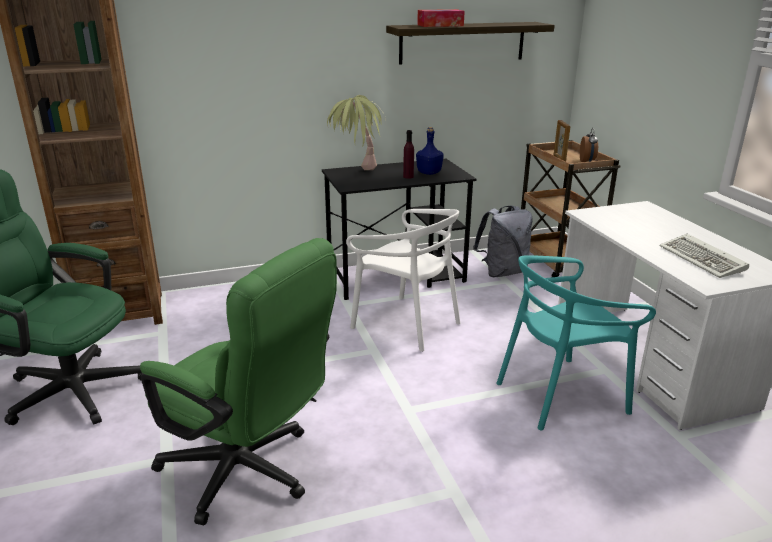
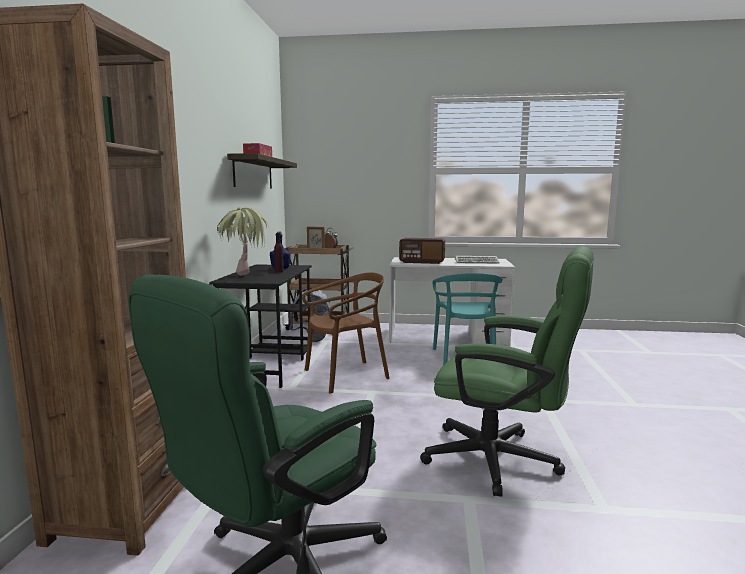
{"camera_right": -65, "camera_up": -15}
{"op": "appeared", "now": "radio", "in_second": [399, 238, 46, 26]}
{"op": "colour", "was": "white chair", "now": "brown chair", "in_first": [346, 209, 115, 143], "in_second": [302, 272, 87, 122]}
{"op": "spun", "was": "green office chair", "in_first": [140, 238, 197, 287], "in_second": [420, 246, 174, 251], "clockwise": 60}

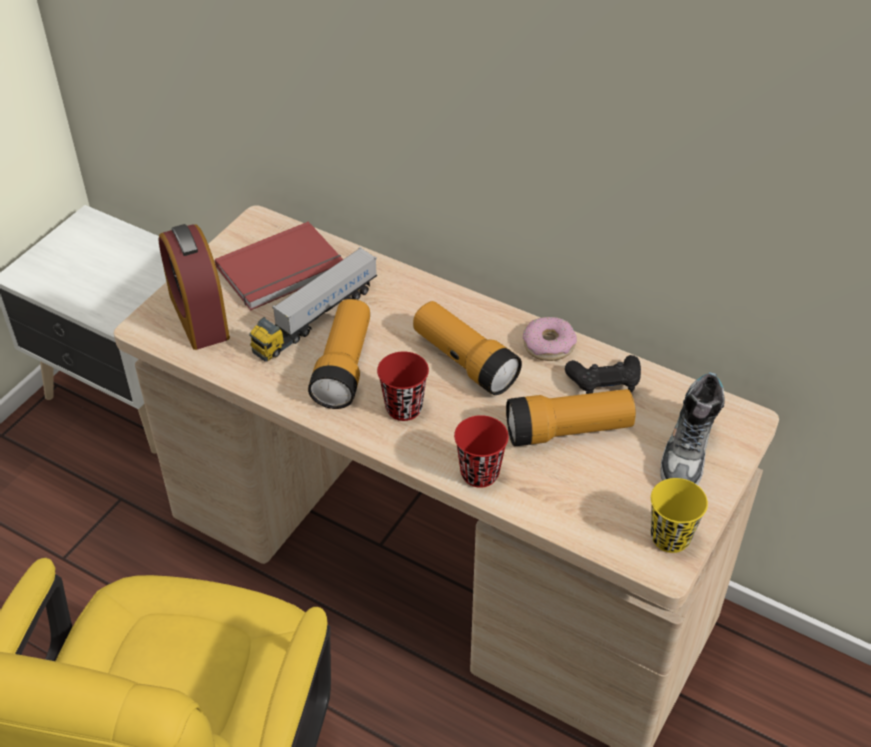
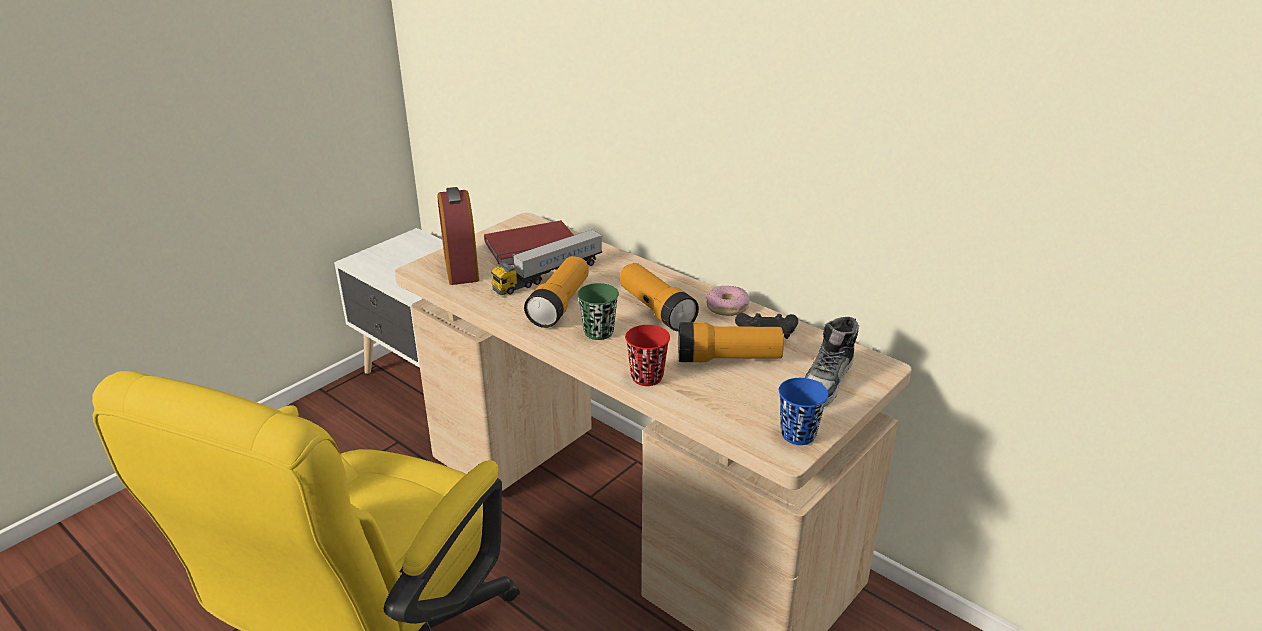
{"camera_right": 10, "camera_up": -15}
{"op": "colour", "was": "red cup", "now": "green cup", "in_first": [377, 352, 52, 69], "in_second": [577, 283, 42, 57]}
{"op": "colour", "was": "yellow cup", "now": "blue cup", "in_first": [651, 478, 57, 75], "in_second": [779, 378, 49, 67]}

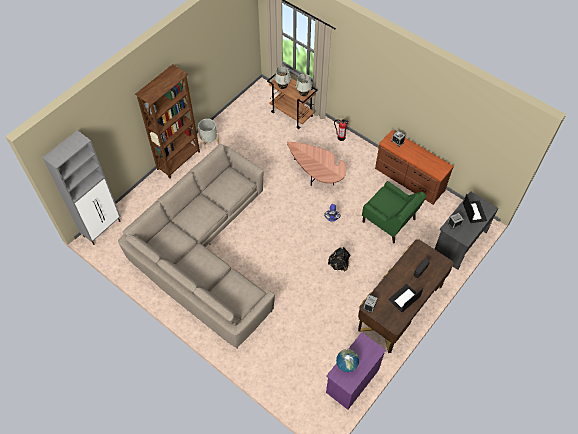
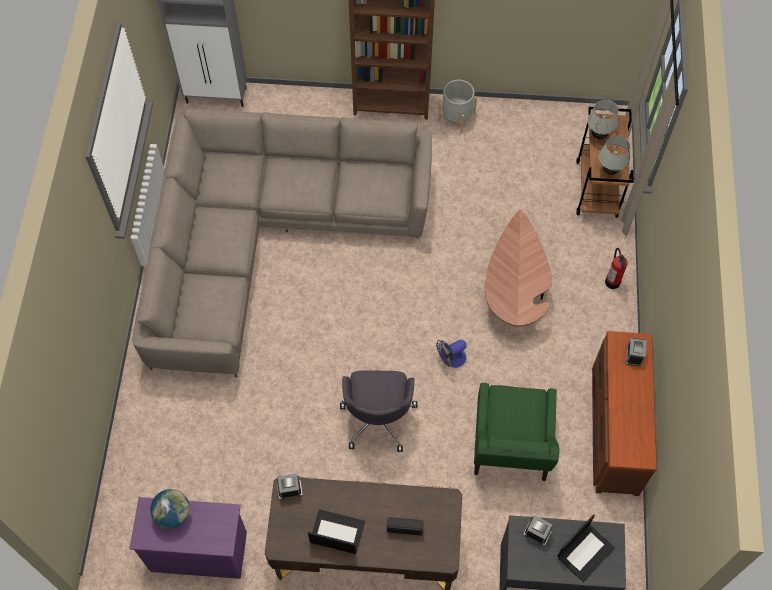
{"camera_right": 55, "camera_up": 5}
{"op": "exchanged", "was": "black backpack", "now": "grey office chair", "in_first": [328, 247, 22, 25], "in_second": [340, 370, 77, 82]}

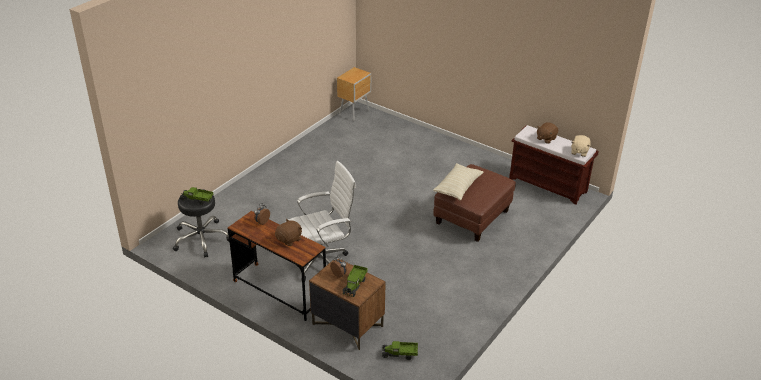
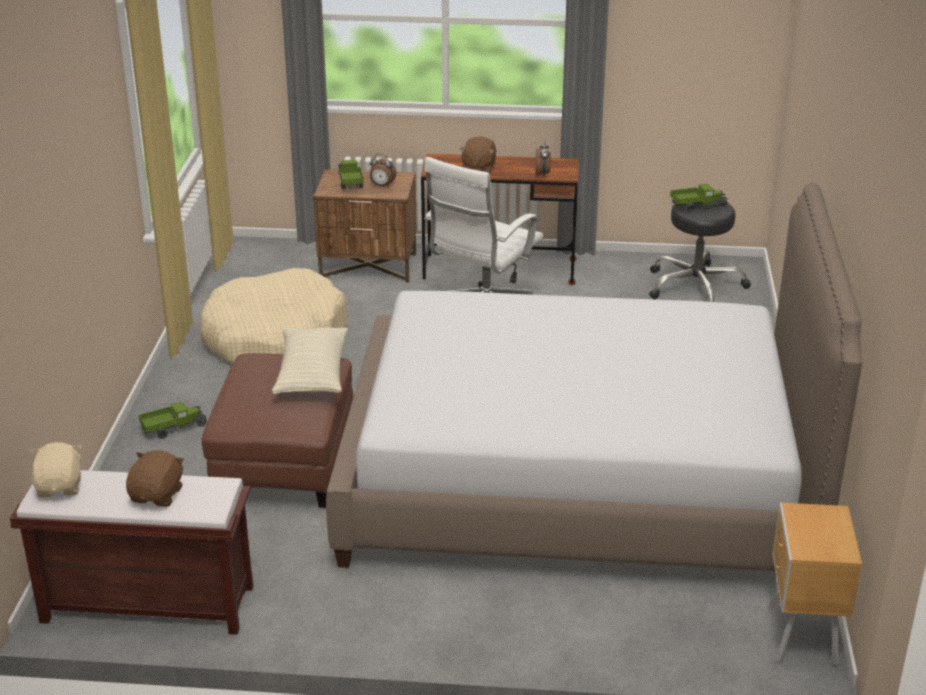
{"camera_right": 150, "camera_up": -5}
{"op": "appeared", "now": "beige dog bed", "in_second": [200, 268, 148, 95]}
{"op": "appeared", "now": "bed", "in_second": [326, 183, 536, 388]}
{"op": "relocated", "was": "toy truck", "in_first": [382, 341, 36, 19], "in_second": [138, 402, 69, 37]}

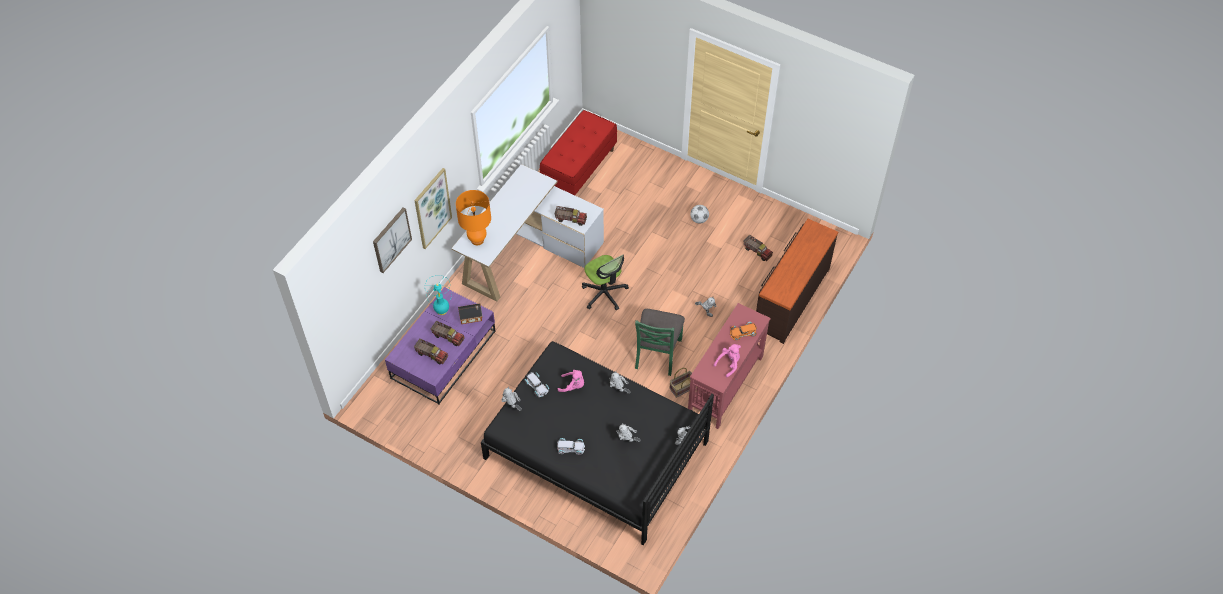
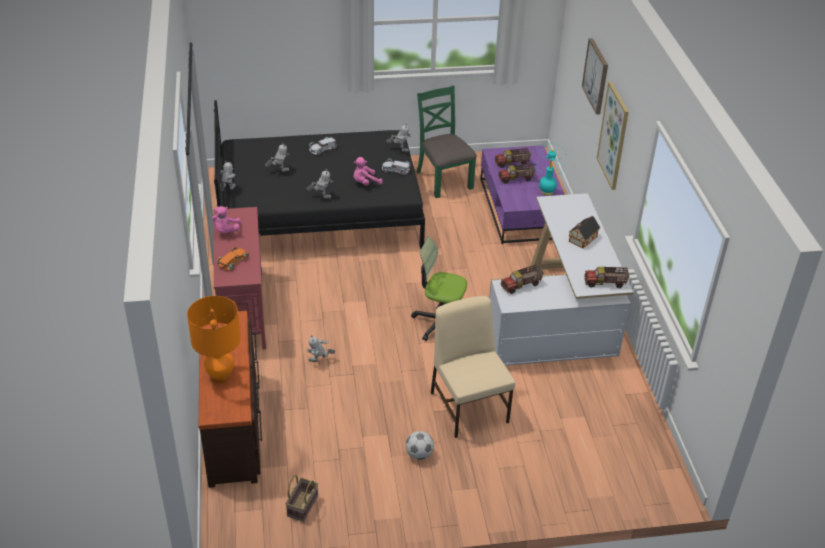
{"camera_right": 140, "camera_up": -15}
{"op": "missing", "was": "red bench", "in_first": [540, 110, 77, 85]}
{"op": "appeared", "now": "beige chair", "in_second": [431, 296, 84, 142]}
{"op": "relocated", "was": "orange table lamp", "in_first": [456, 190, 35, 55], "in_second": [187, 296, 54, 87]}
{"op": "relocated", "was": "toy house", "in_first": [458, 303, 25, 21], "in_second": [569, 216, 31, 33]}
{"op": "relocated", "was": "green chair", "in_first": [635, 309, 50, 67], "in_second": [417, 86, 60, 112]}
{"op": "relocated", "was": "basket", "in_first": [670, 368, 22, 30], "in_second": [285, 475, 33, 47]}
{"op": "relocated", "was": "toy truck", "in_first": [743, 235, 30, 26], "in_second": [584, 267, 45, 21]}

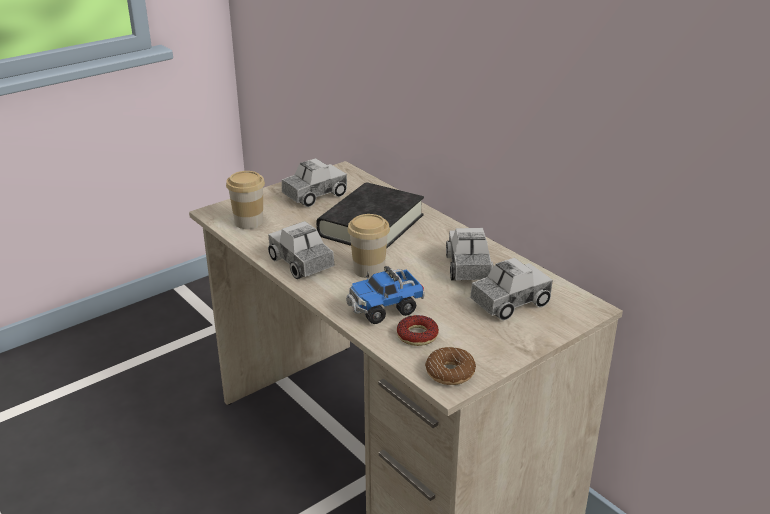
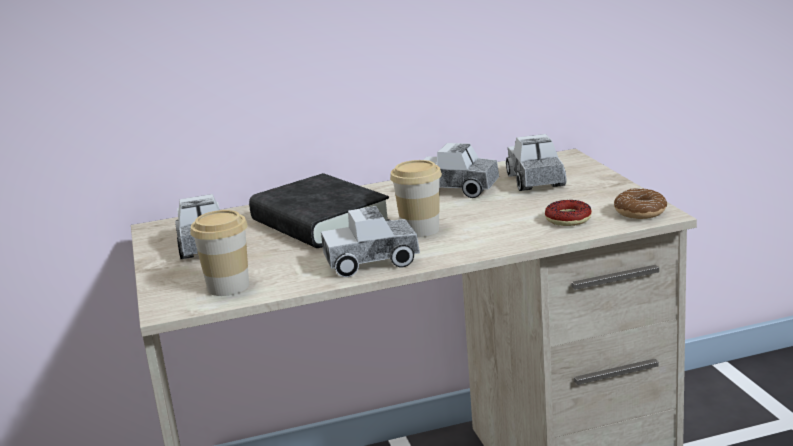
{"camera_right": -65, "camera_up": -10}
{"op": "missing", "was": "toy truck", "in_first": [346, 266, 79, 58]}

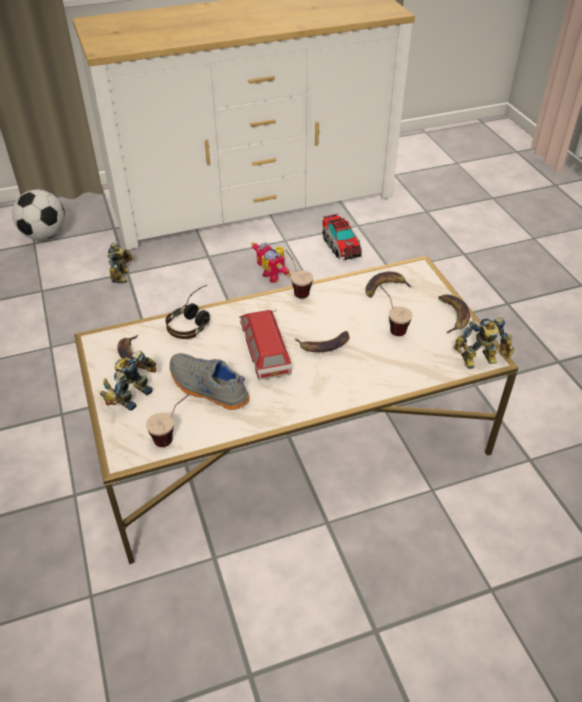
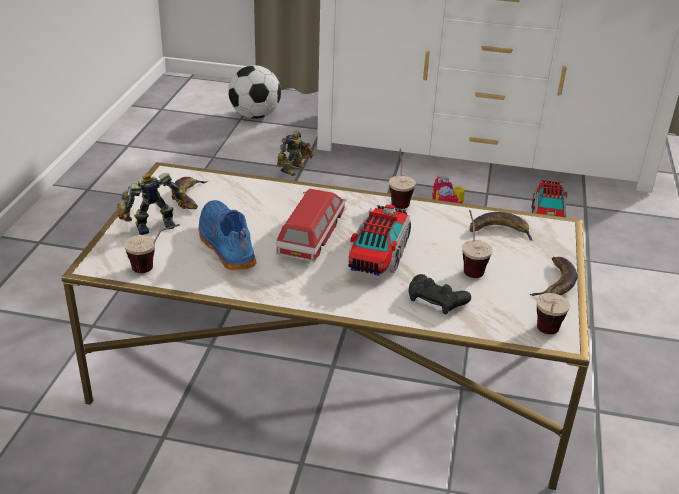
{"camera_right": 30, "camera_up": -10}
{"op": "missing", "was": "headphones", "in_first": [165, 285, 45, 54]}
{"op": "appeared", "now": "black game controller", "in_second": [409, 274, 62, 41]}
{"op": "exchanged", "was": "banana", "now": "toy truck", "in_first": [295, 331, 55, 21], "in_second": [349, 204, 62, 72]}
{"op": "exchanged", "was": "toy robot", "now": "cup", "in_first": [454, 317, 60, 52], "in_second": [537, 293, 33, 41]}
{"op": "colour", "was": "grey shoe", "now": "blue shoe", "in_first": [170, 353, 80, 57], "in_second": [199, 200, 58, 70]}

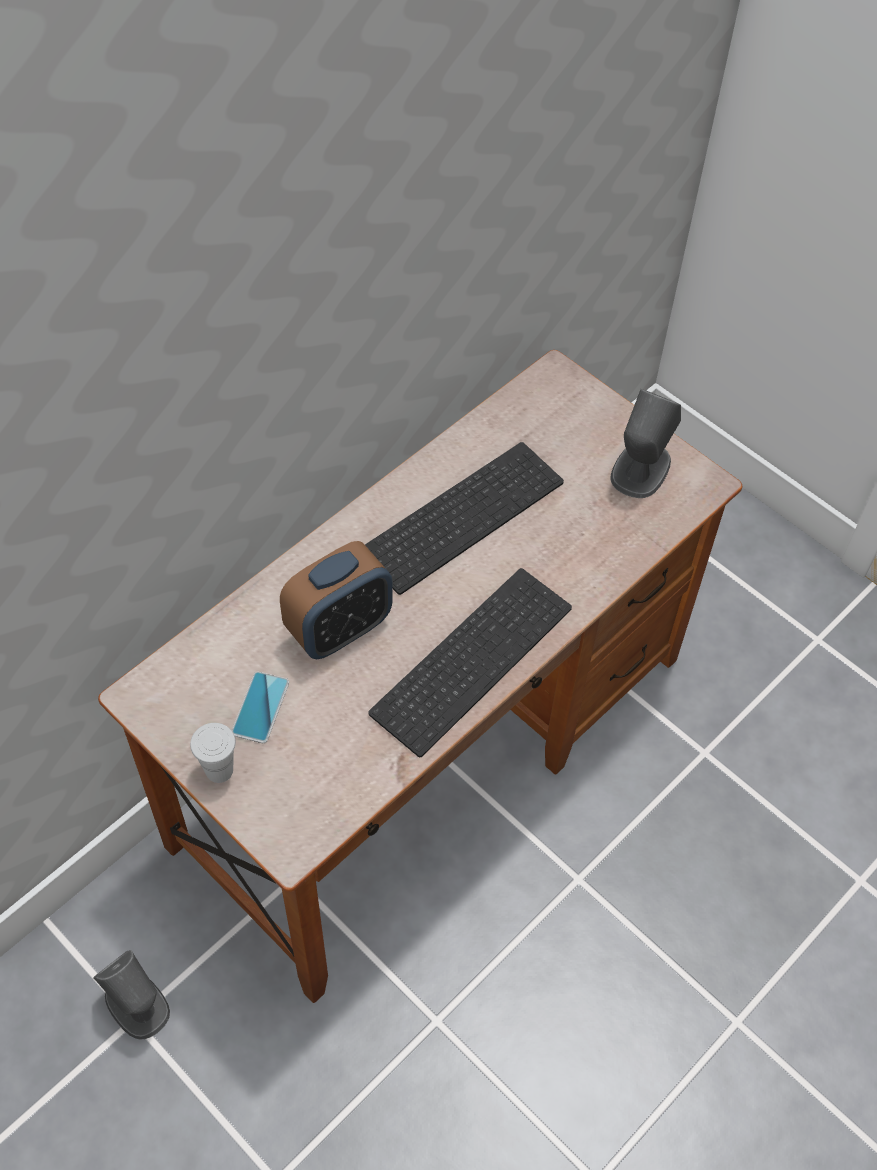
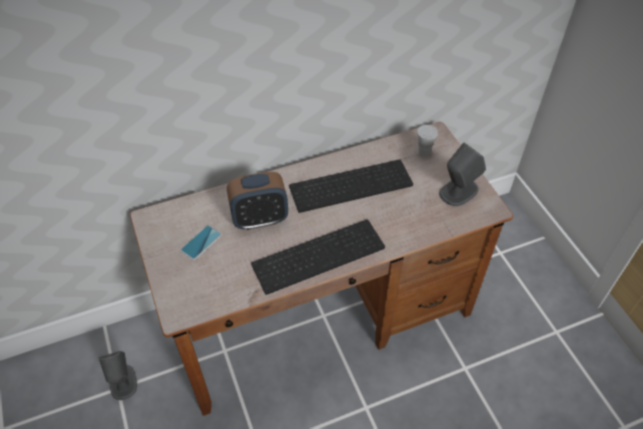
{"camera_right": 25, "camera_up": -5}
{"op": "relocated", "was": "white cup", "in_first": [190, 723, 46, 60], "in_second": [417, 125, 21, 32]}

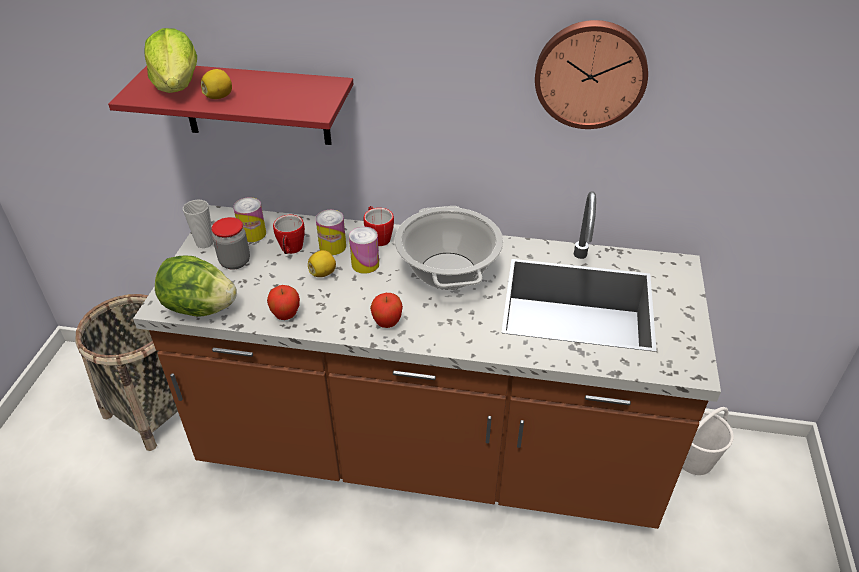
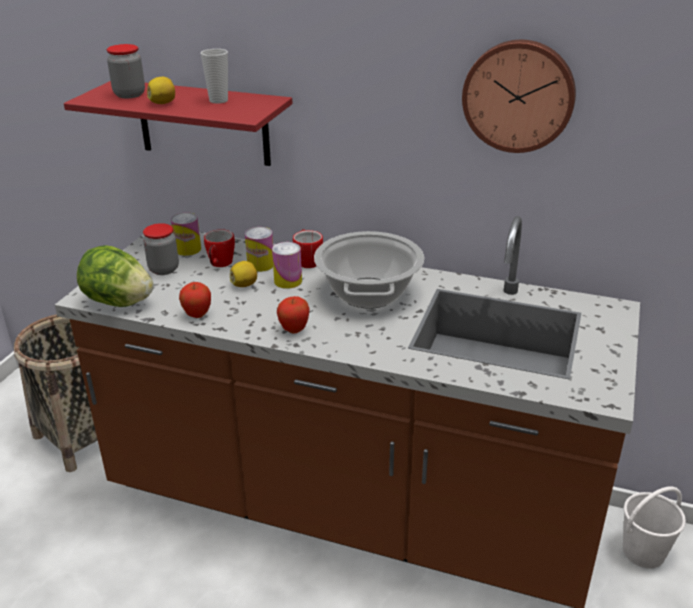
{"camera_right": 10, "camera_up": -10}
{"op": "relocated", "was": "cup", "in_first": [183, 199, 31, 49], "in_second": [201, 49, 27, 55]}
{"op": "exchanged", "was": "lettuce", "now": "jar", "in_first": [144, 28, 53, 65], "in_second": [107, 44, 38, 54]}

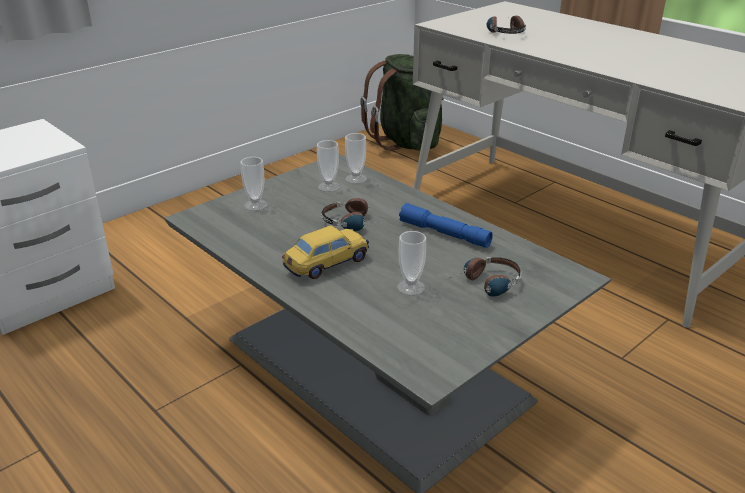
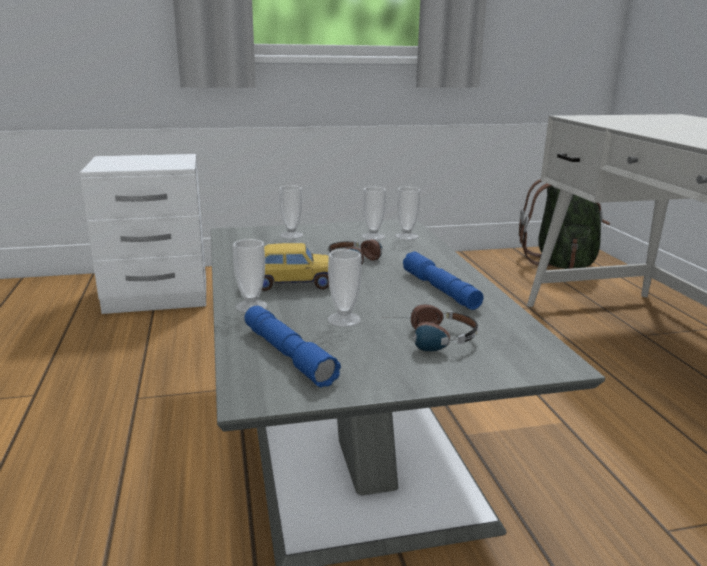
{"camera_right": 30, "camera_up": -10}
{"op": "missing", "was": "headphones", "in_first": [487, 16, 39, 18]}
{"op": "appeared", "now": "cup", "in_second": [233, 239, 35, 74]}
{"op": "appeared", "now": "blue flashlight", "in_second": [245, 306, 96, 82]}

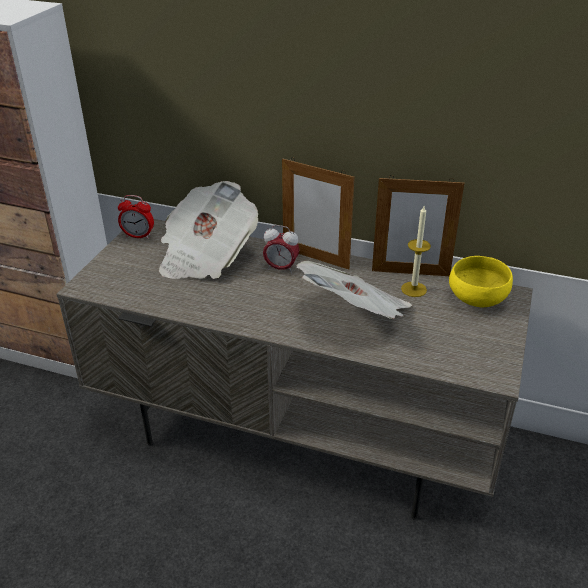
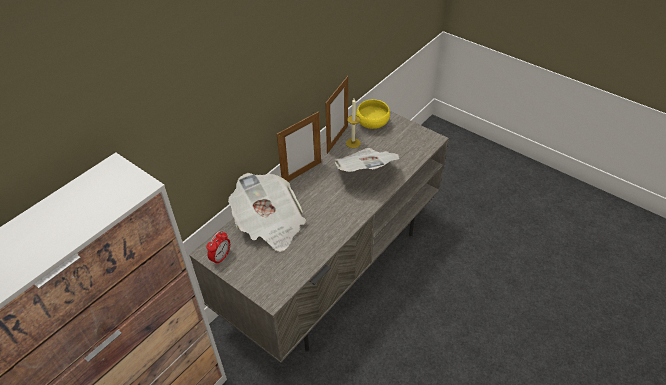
{"camera_right": -70, "camera_up": 10}
{"op": "missing", "was": "alarm clock", "in_first": [263, 225, 37, 49]}

